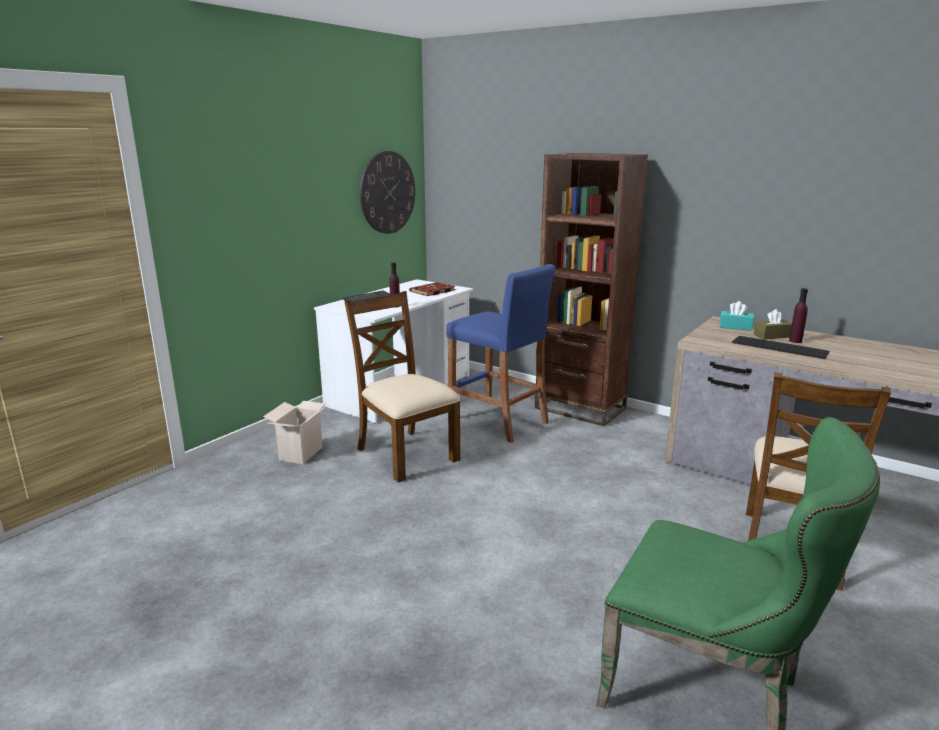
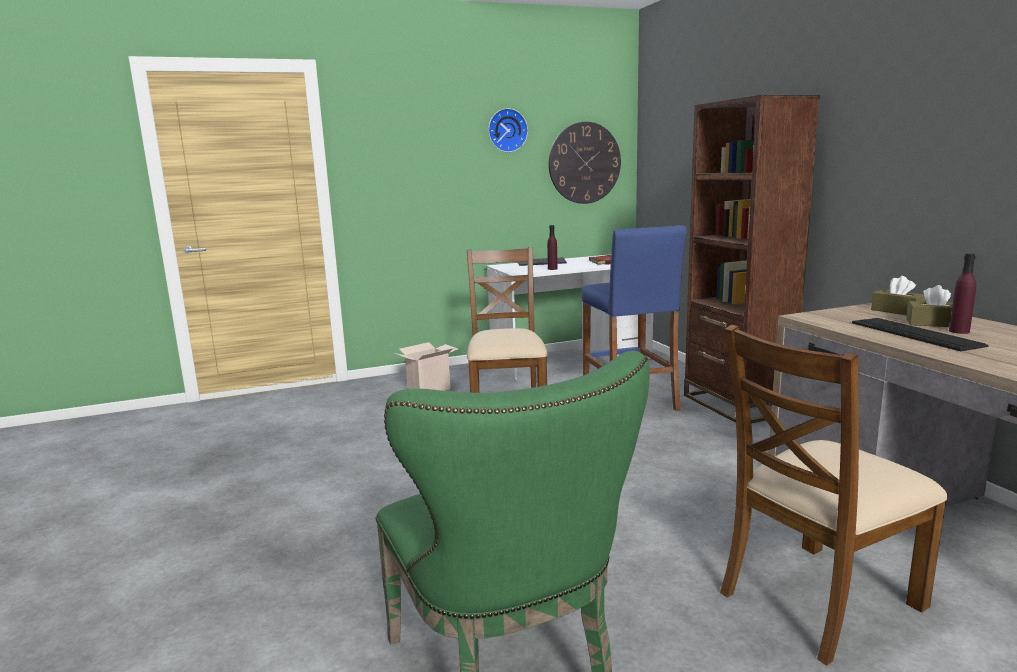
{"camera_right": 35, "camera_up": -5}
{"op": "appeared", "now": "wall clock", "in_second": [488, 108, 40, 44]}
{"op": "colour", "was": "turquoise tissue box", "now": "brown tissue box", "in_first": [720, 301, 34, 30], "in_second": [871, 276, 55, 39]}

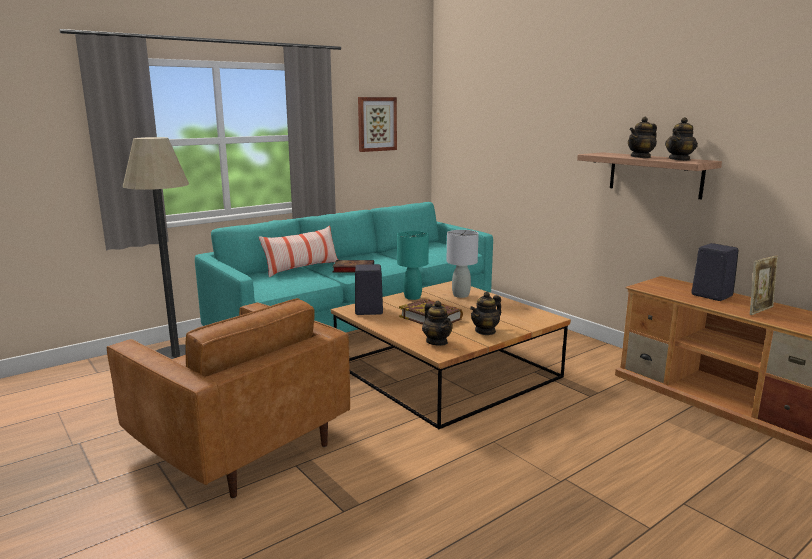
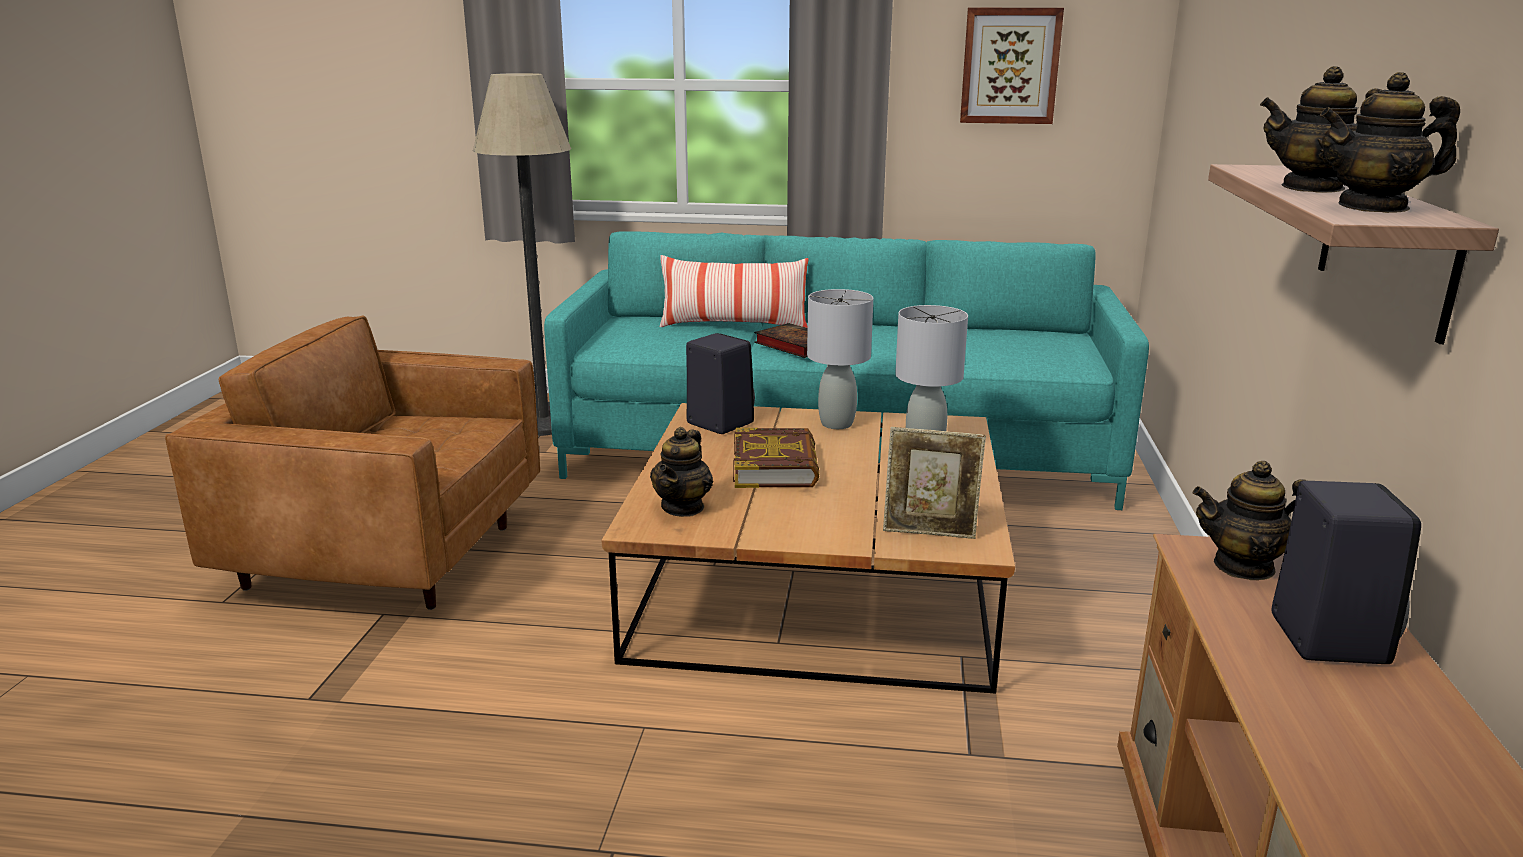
{"camera_right": 45, "camera_up": 5}
{"op": "relocated", "was": "teapot", "in_first": [470, 292, 31, 43], "in_second": [1193, 461, 114, 119]}
{"op": "relocated", "was": "picture frame", "in_first": [750, 256, 28, 59], "in_second": [883, 427, 103, 112]}
{"op": "colour", "was": "turquoise table lamp", "now": "grey table lamp", "in_first": [397, 231, 32, 69], "in_second": [807, 289, 66, 140]}
{"op": "spun", "was": "brown armchair", "in_first": [107, 298, 243, 200], "in_second": [165, 316, 375, 294], "clockwise": 105}

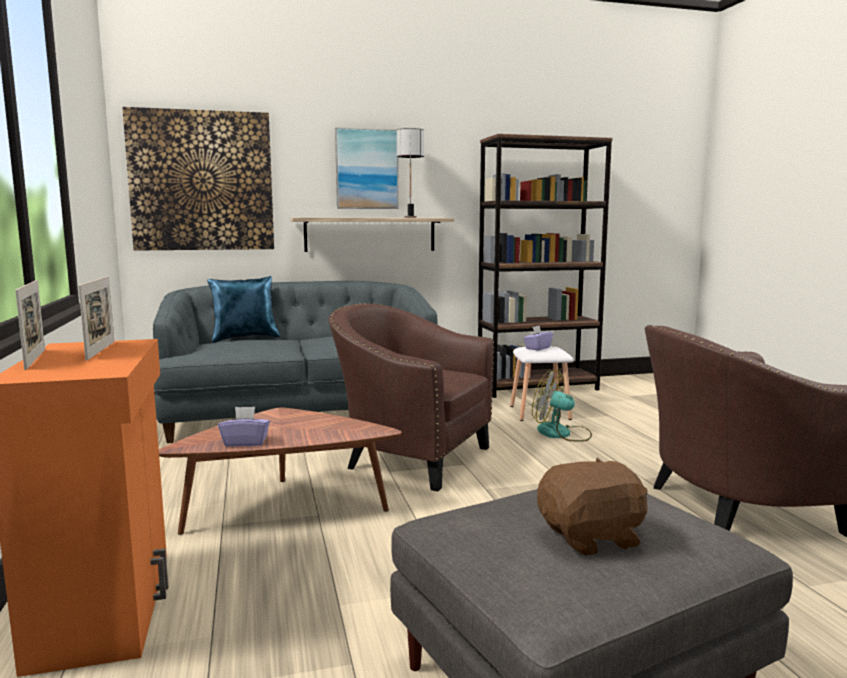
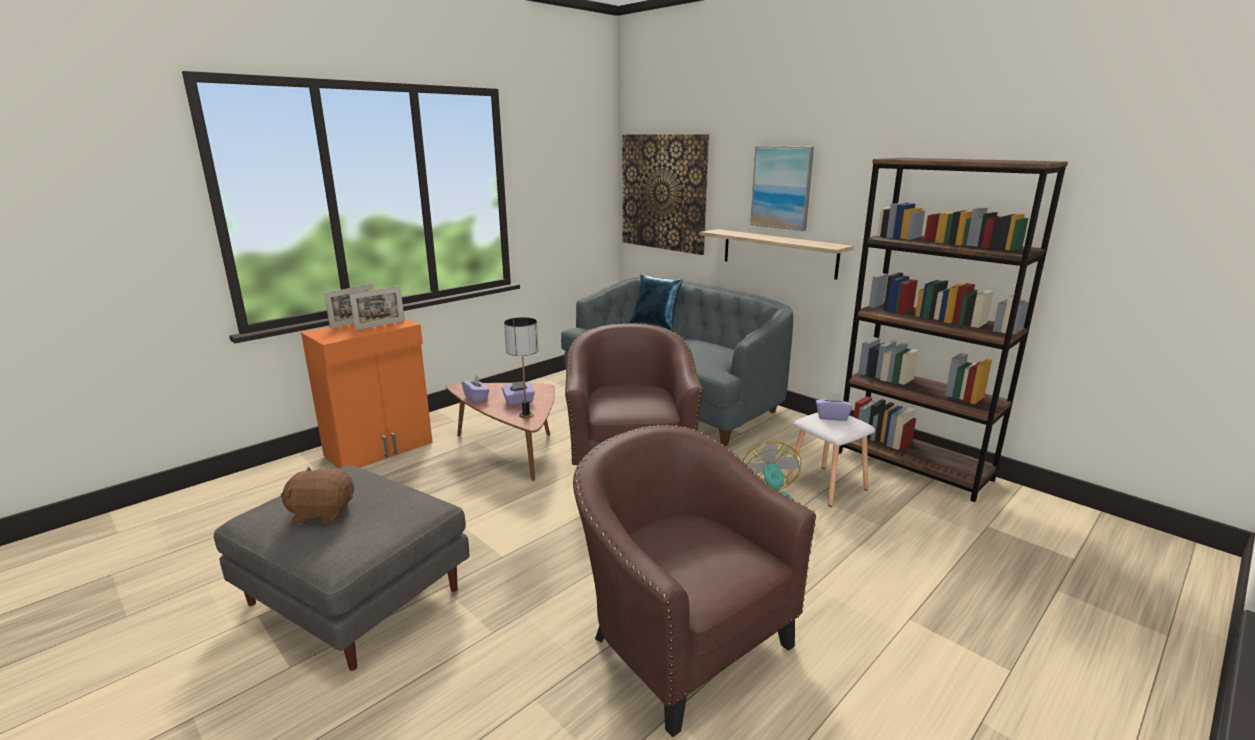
{"camera_right": 60, "camera_up": 10}
{"op": "appeared", "now": "purple tissue box", "in_second": [502, 381, 33, 25]}
{"op": "relocated", "was": "table lamp", "in_first": [397, 128, 27, 90], "in_second": [504, 317, 34, 101]}
{"op": "spun", "was": "brown plush toy", "in_first": [537, 457, 111, 99], "in_second": [281, 467, 73, 57], "clockwise": 135}

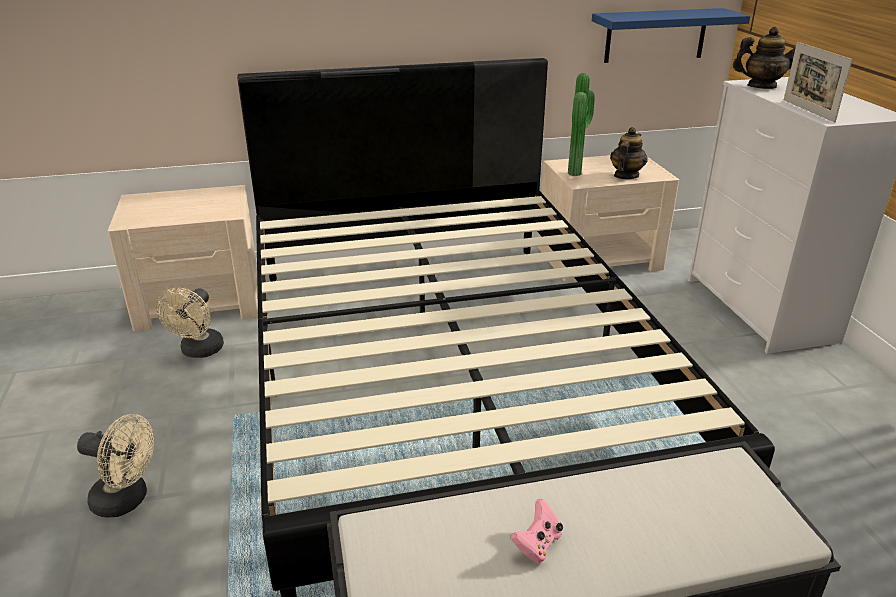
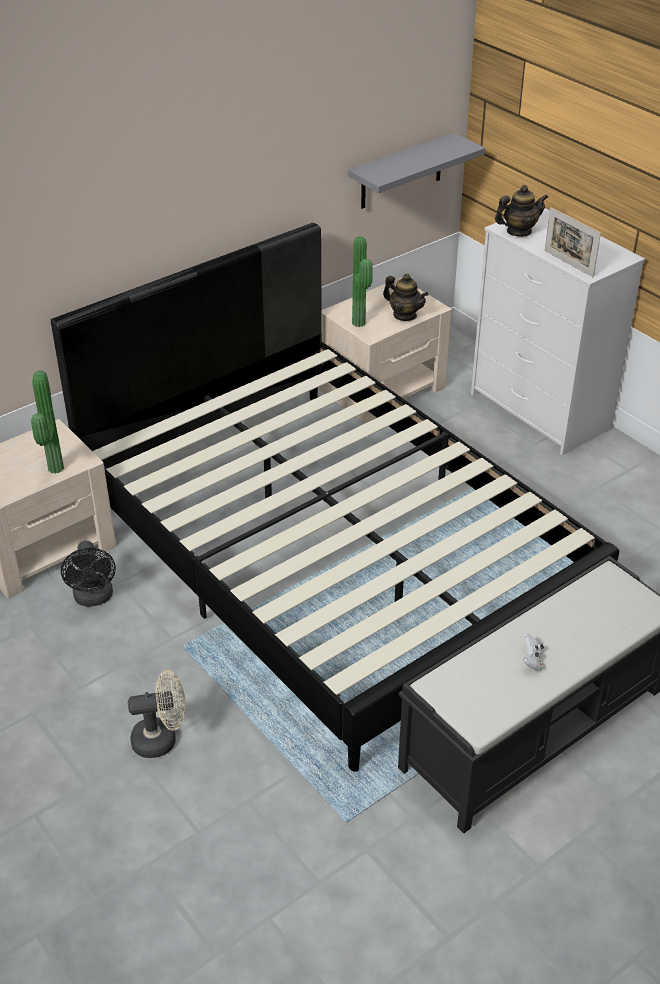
{"camera_right": -25, "camera_up": 10}
{"op": "appeared", "now": "potted plant", "in_second": [31, 370, 33, 104]}
{"op": "colour", "was": "beige fan", "now": "black fan", "in_first": [156, 288, 68, 70], "in_second": [61, 541, 55, 66]}
{"op": "colour", "was": "pink game controller", "now": "white game controller", "in_first": [511, 499, 52, 64], "in_second": [523, 634, 21, 37]}
{"op": "colour", "was": "blue shelf", "now": "grey shelf", "in_first": [592, 8, 159, 55], "in_second": [348, 133, 137, 76]}
{"op": "spun", "was": "teapot", "in_first": [610, 127, 38, 52], "in_second": [383, 274, 46, 47], "clockwise": 120}

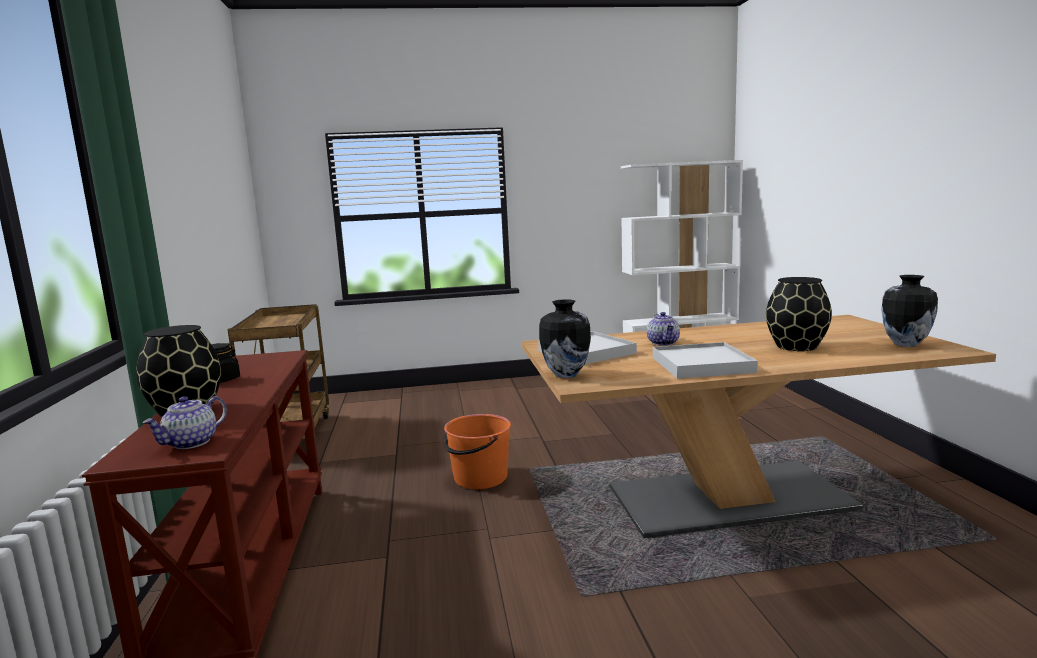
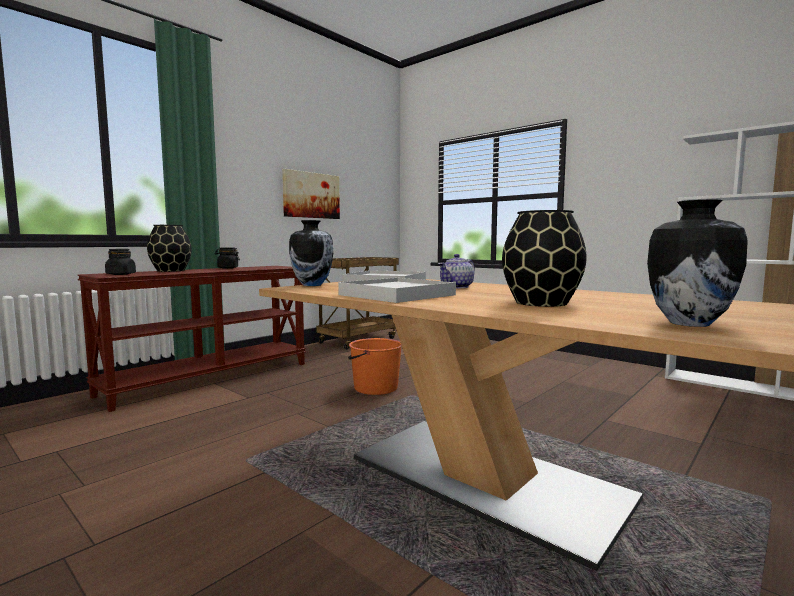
{"camera_right": 50, "camera_up": -5}
{"op": "appeared", "now": "picture", "in_second": [282, 169, 58, 50]}
{"op": "exchanged", "was": "teapot", "now": "black jar", "in_first": [142, 396, 85, 53], "in_second": [105, 249, 31, 26]}

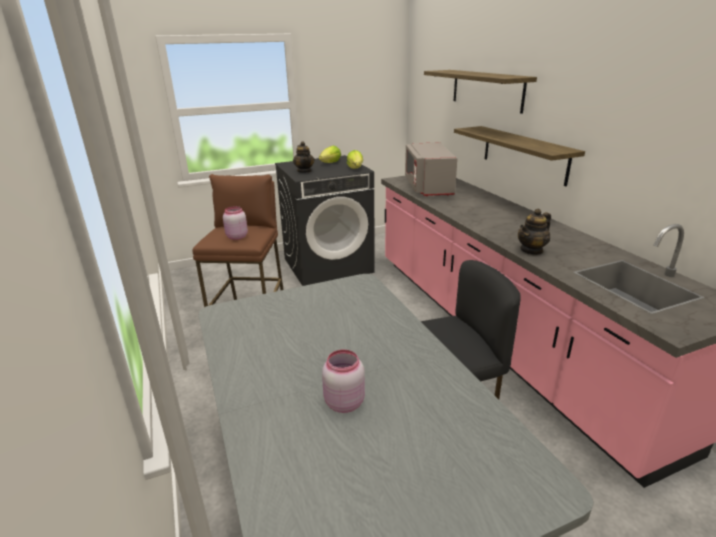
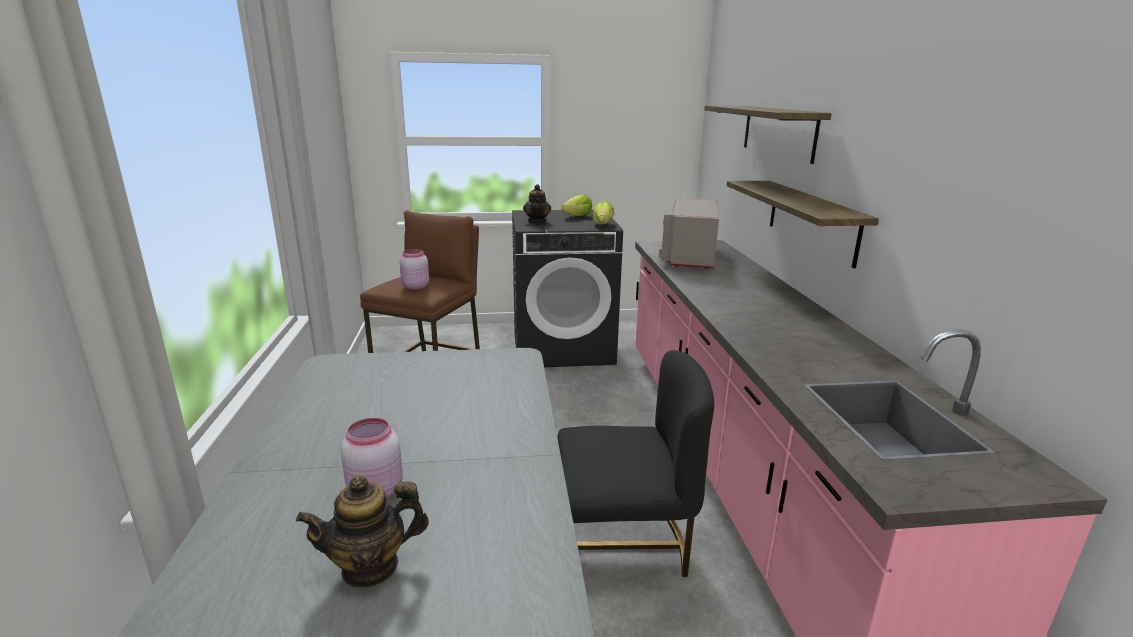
{"camera_right": 15, "camera_up": -5}
{"op": "relocated", "was": "teapot", "in_first": [518, 208, 33, 47], "in_second": [296, 475, 133, 113]}

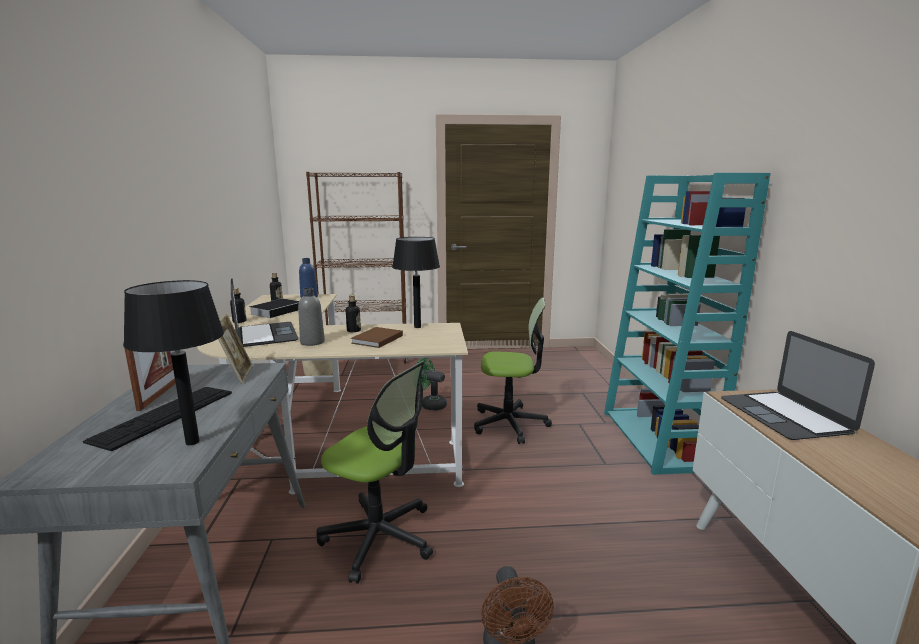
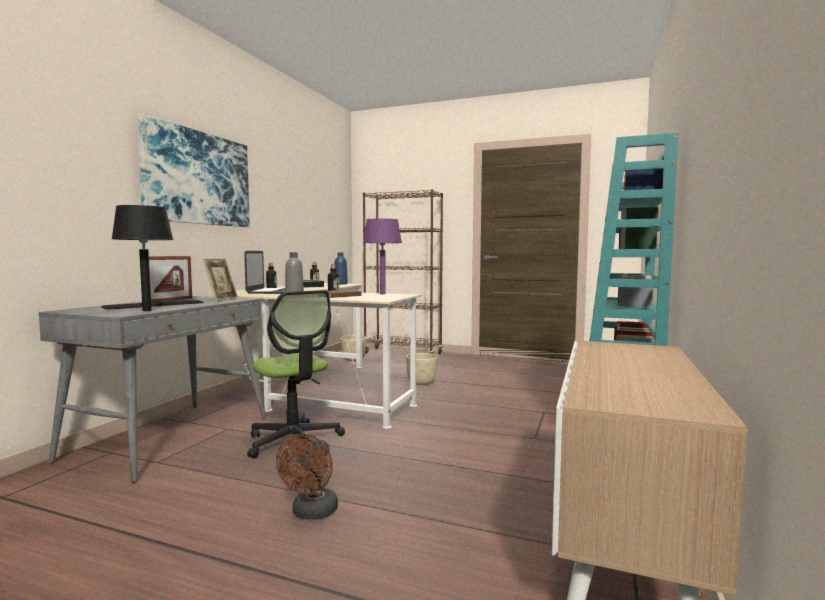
{"camera_right": 25, "camera_up": -10}
{"op": "missing", "was": "office chair", "in_first": [474, 297, 78, 147]}
{"op": "missing", "was": "laptop", "in_first": [721, 331, 154, 109]}
{"op": "appeared", "now": "picture", "in_second": [137, 114, 113, 113]}
{"op": "exchanged", "was": "green fan", "now": "beige planter", "in_first": [416, 358, 31, 53], "in_second": [406, 353, 32, 32]}
{"op": "colour", "was": "black table lamp", "now": "purple table lamp", "in_first": [392, 237, 48, 91], "in_second": [363, 219, 39, 75]}

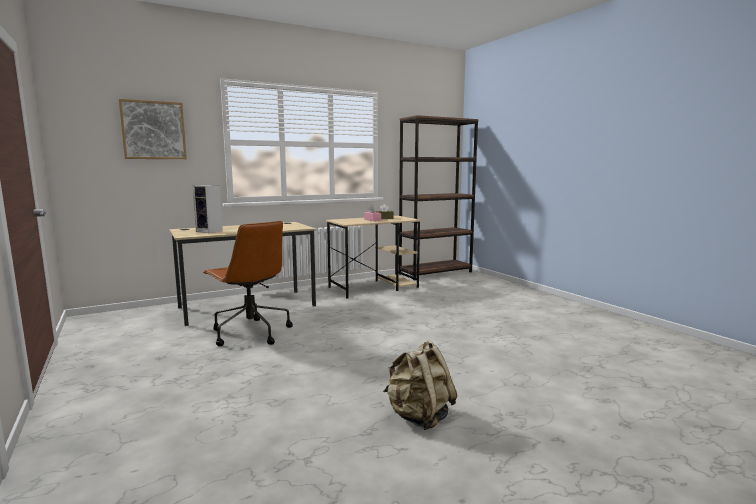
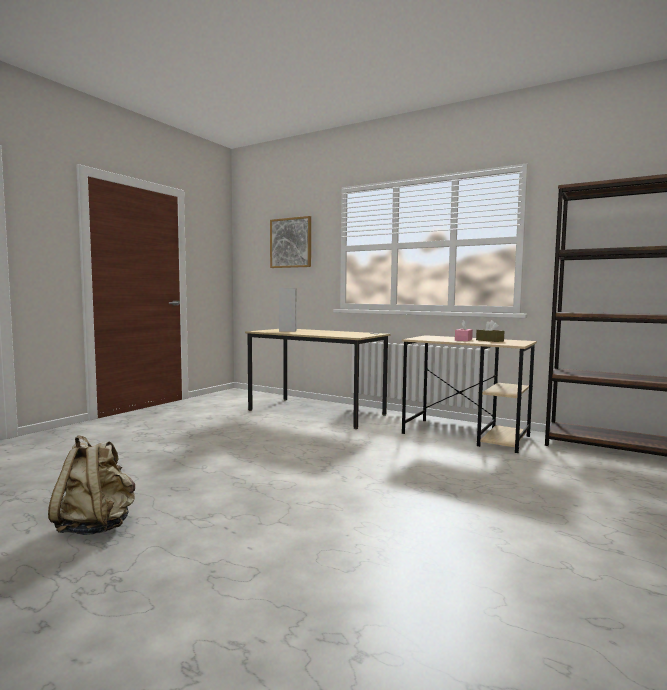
{"camera_right": 60, "camera_up": -5}
{"op": "missing", "was": "brown office chair", "in_first": [203, 221, 90, 125]}

